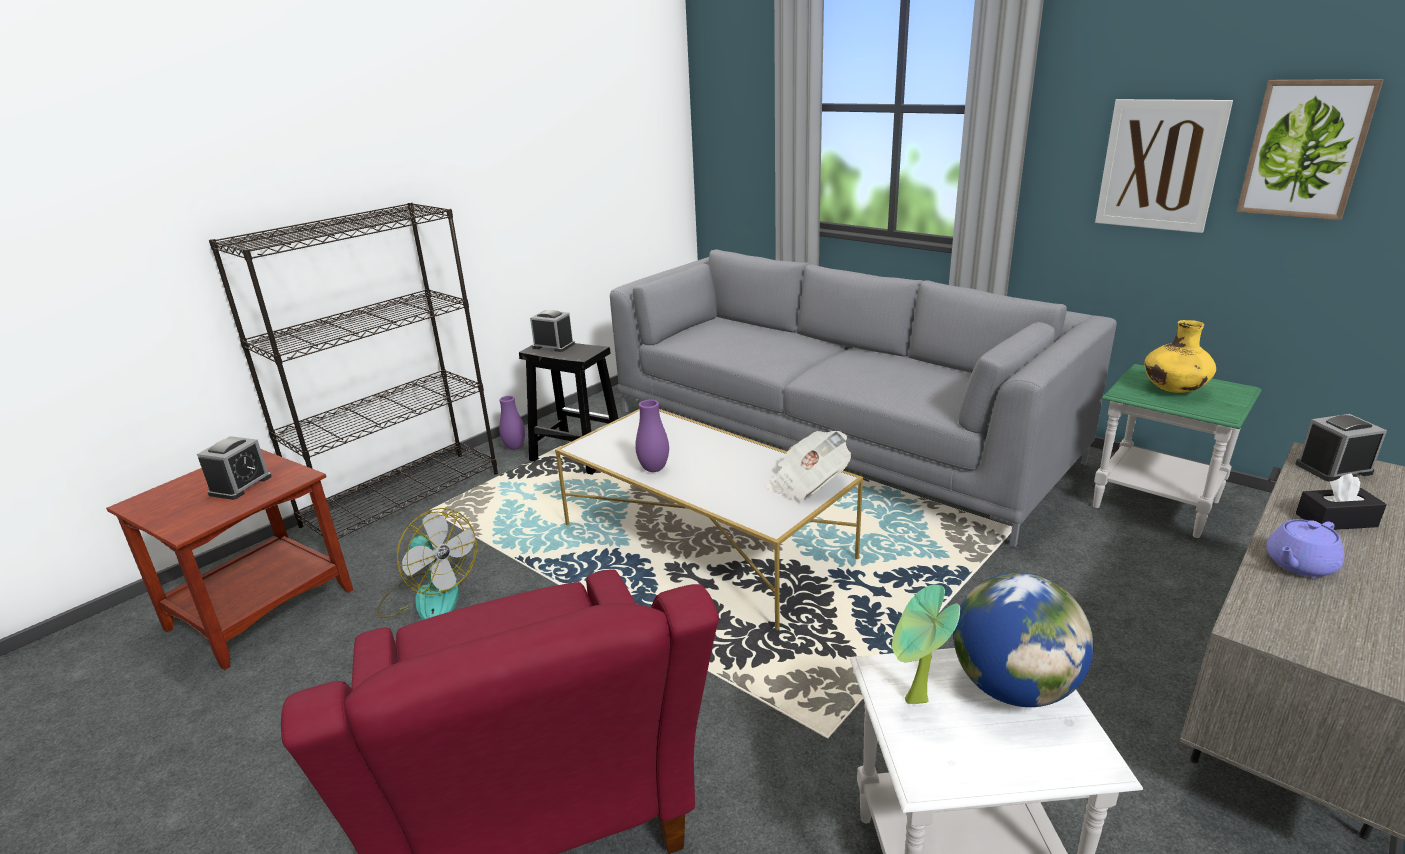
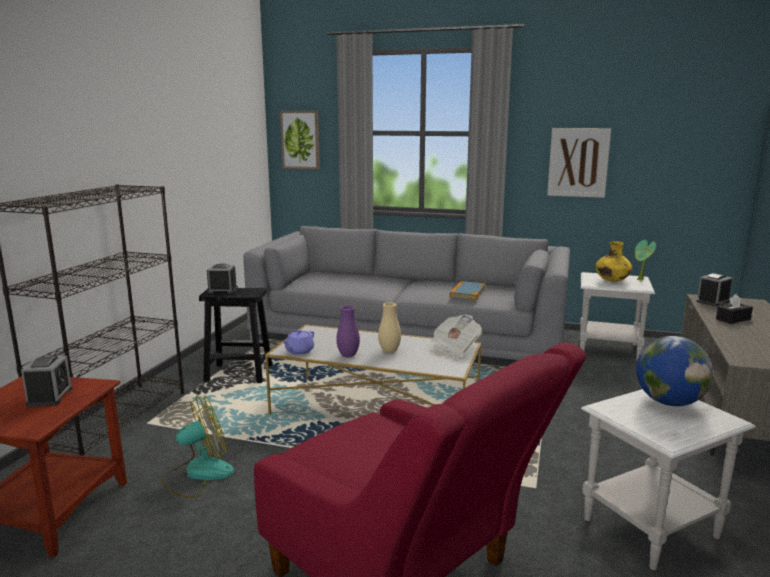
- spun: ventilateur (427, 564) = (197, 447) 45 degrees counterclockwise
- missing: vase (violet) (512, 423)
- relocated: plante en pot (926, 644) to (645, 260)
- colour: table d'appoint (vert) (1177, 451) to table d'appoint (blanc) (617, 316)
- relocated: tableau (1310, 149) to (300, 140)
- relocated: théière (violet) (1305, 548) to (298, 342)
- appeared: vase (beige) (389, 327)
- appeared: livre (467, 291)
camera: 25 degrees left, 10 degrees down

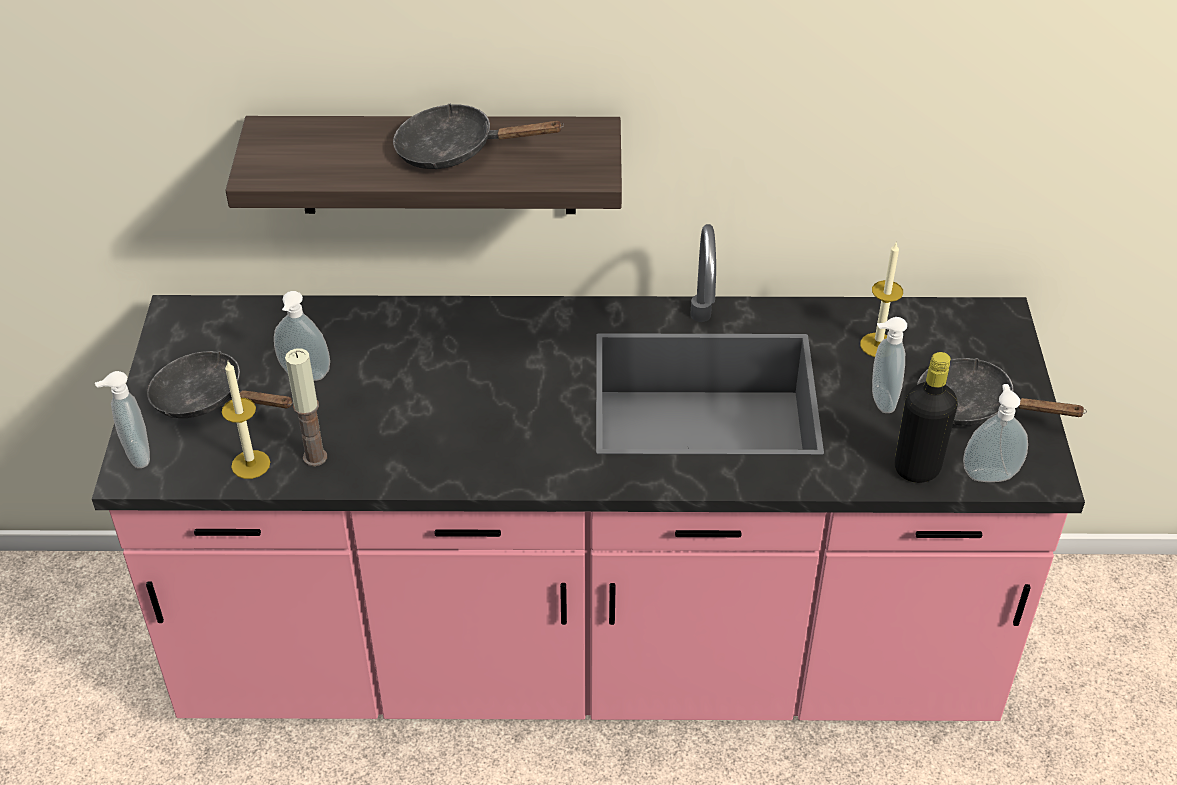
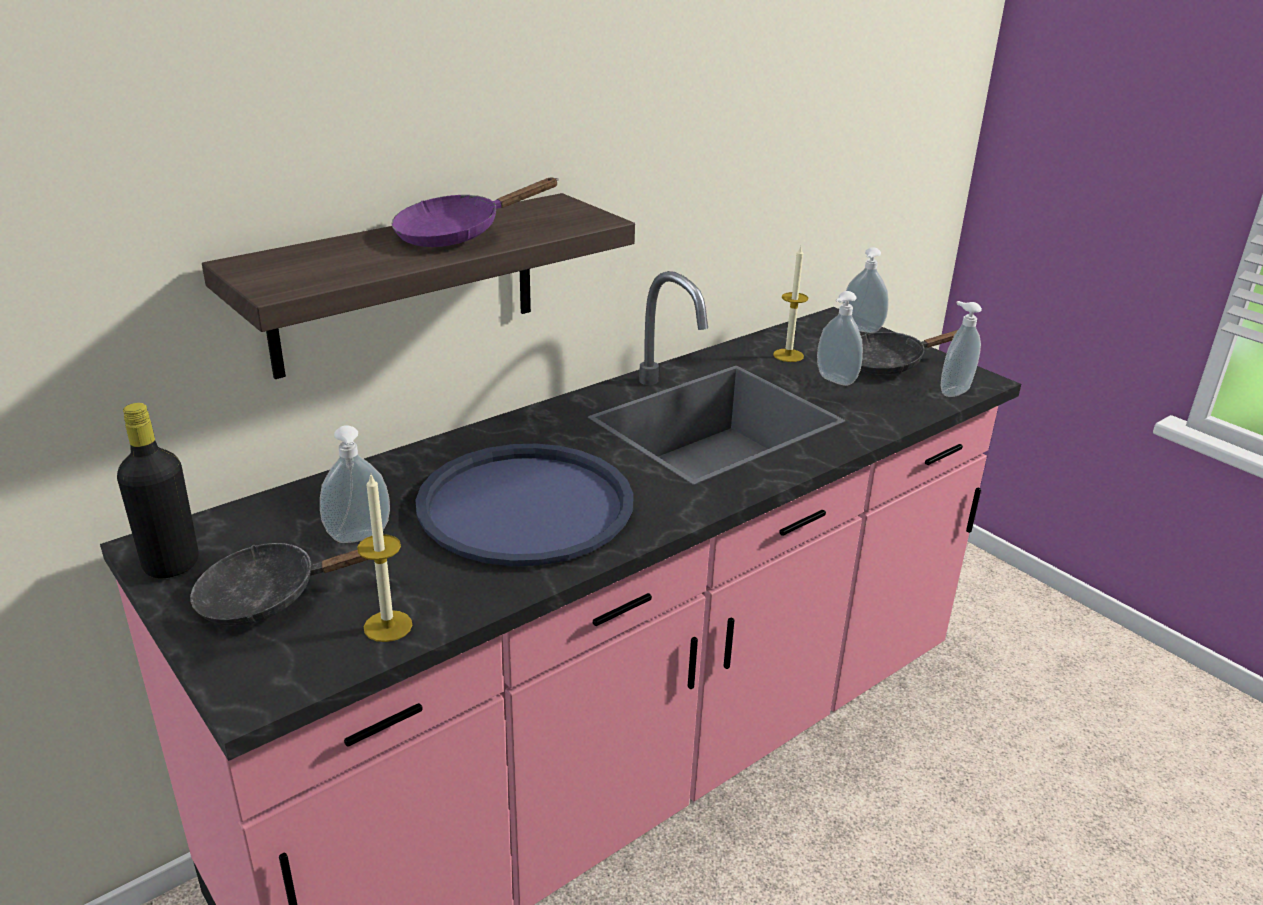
- relocated: distributeur de savon (122, 419) to (865, 290)
- missing: bougie (306, 407)
- colour: poêle (noir) (478, 136) to poêle (violet) (475, 212)
- relocated: bouteille (noir) (926, 417) to (157, 490)
- appeared: plateau (bleu) (524, 505)
camera: 40 degrees left, 15 degrees down

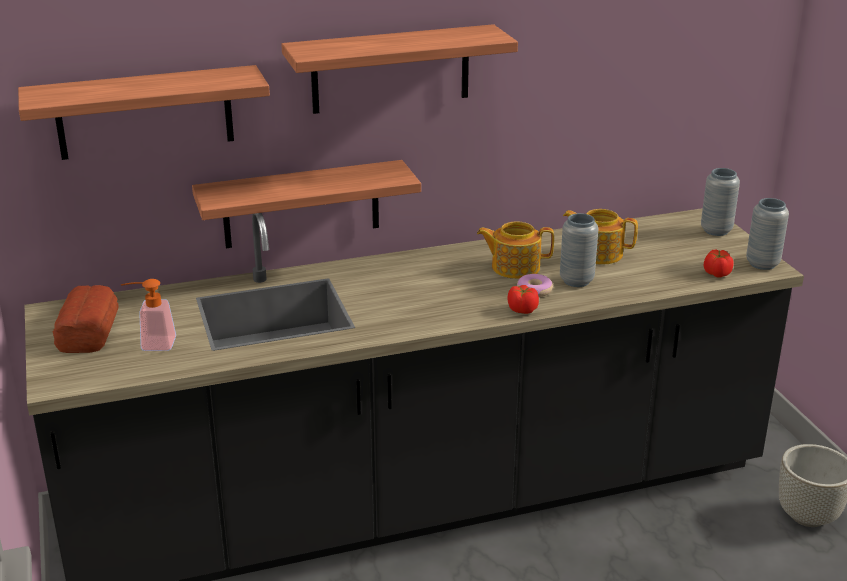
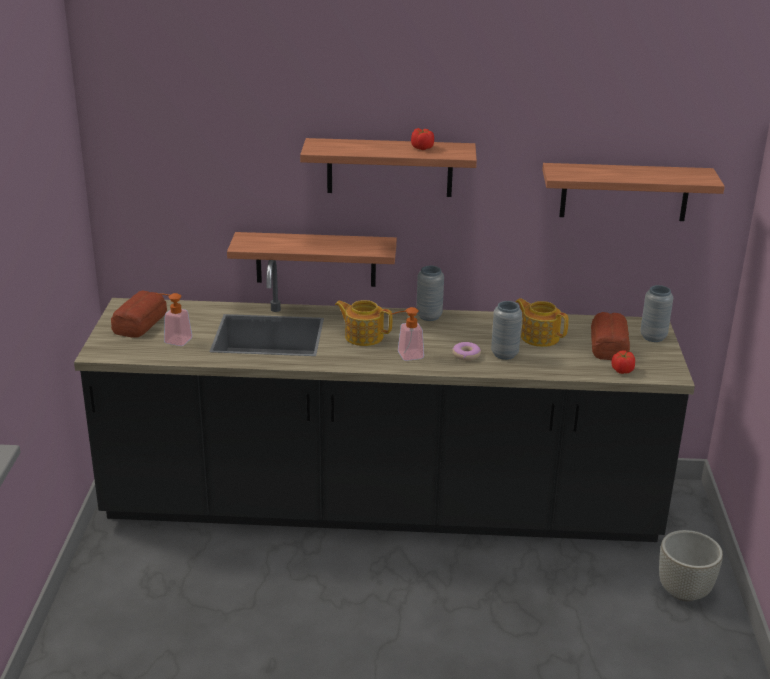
- relocated: étagère (144, 112) to (633, 192)
- relocated: théière (515, 250) to (363, 323)
- relocated: tomate (523, 299) to (422, 139)
- relocated: vase (gris) (767, 234) to (430, 293)
- appeared: distributeur de savon (407, 334)
- appeared: pain (610, 336)
camera: 20 degrees right, 0 degrees up

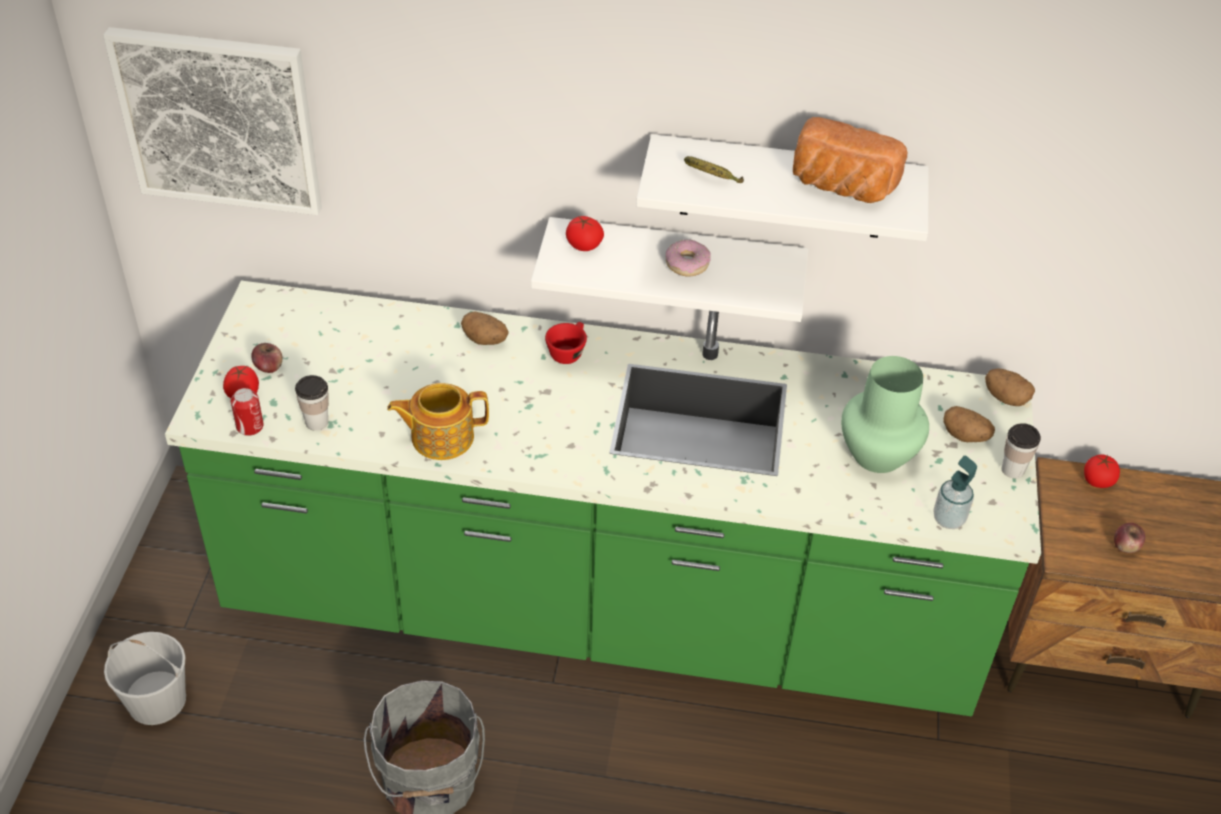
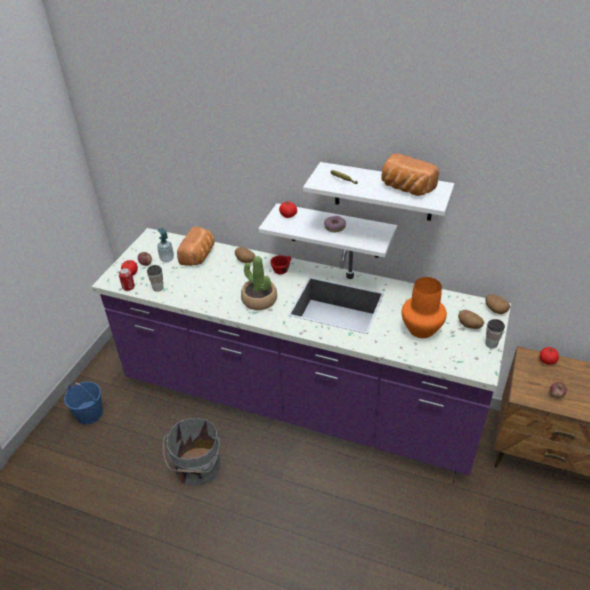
- missing: tableau (212, 121)
- colour: seau (blanc) (145, 678) to seau (bleu) (83, 403)
- colour: comptoir de cuisine (vert) (603, 498) to comptoir de cuisine (violet) (301, 351)
- missing: théière (438, 421)
- colour: vase (vert) (885, 414) to vase (orange) (424, 307)
- relocated: distributeur de savon (955, 492) to (165, 244)
- appeared: pain (195, 246)
- appeared: plante en pot (259, 283)
camera: 15 degrees right, 5 degrees down

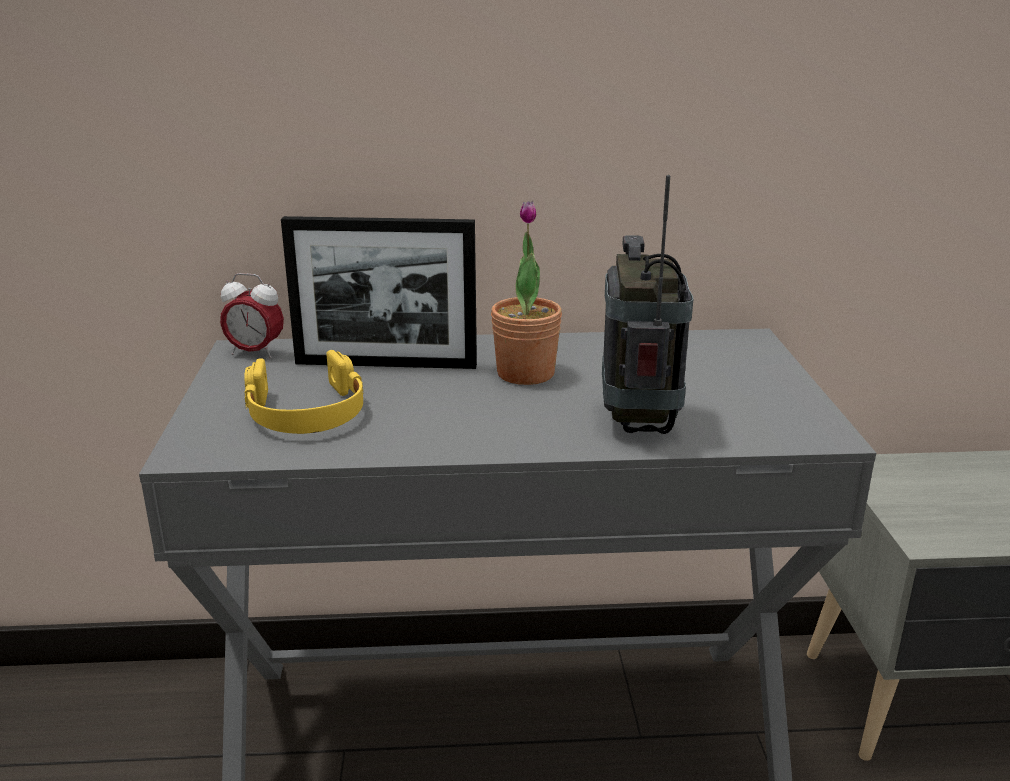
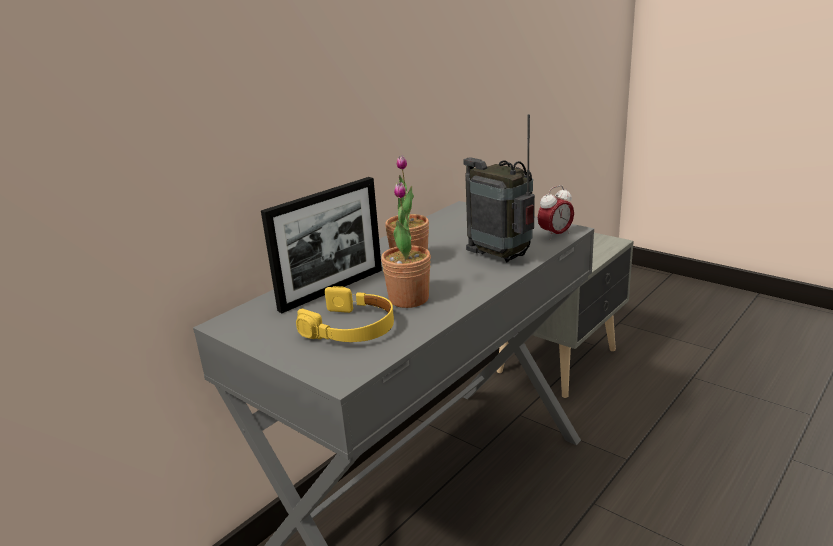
- relocated: réveil (252, 316) to (556, 212)
- appeared: plante en pot (406, 245)
camera: 45 degrees left, 0 degrees up

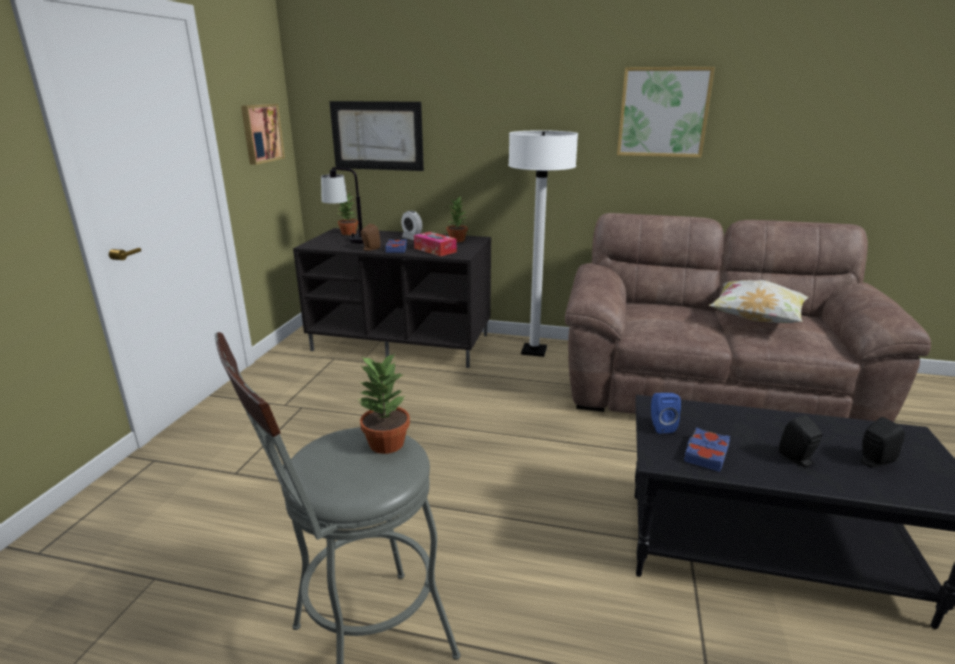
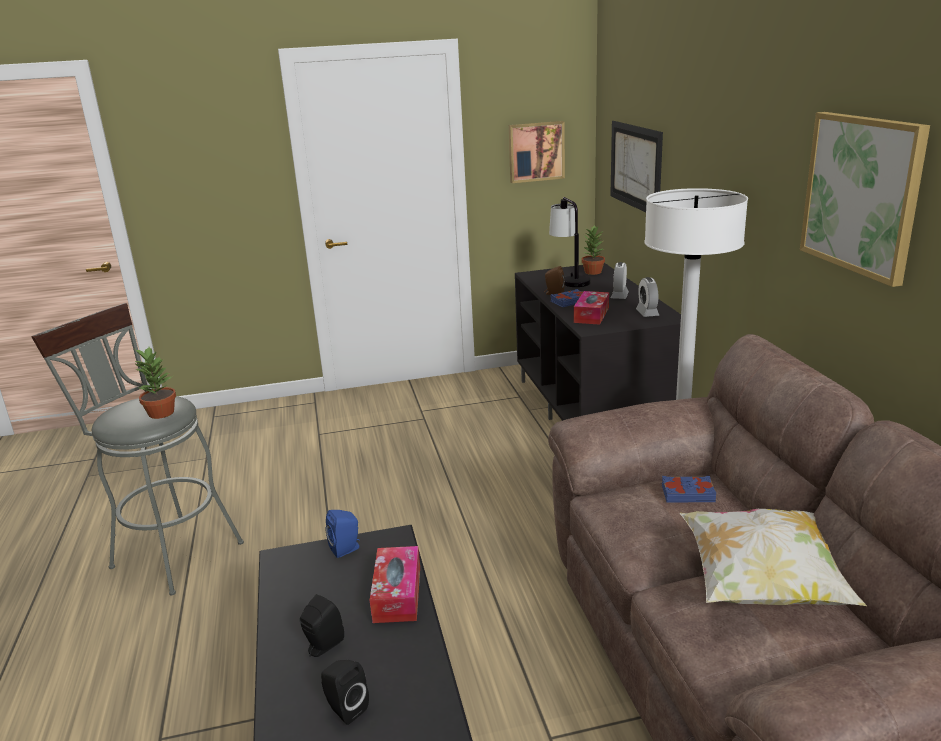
- exchanged: plante en pot (457, 219) to réveil (647, 297)
- relocated: livre (bleu) (707, 450) to (689, 489)
- appeared: boîte à mouchoirs (395, 584)
camera: 65 degrees right, 0 degrees up

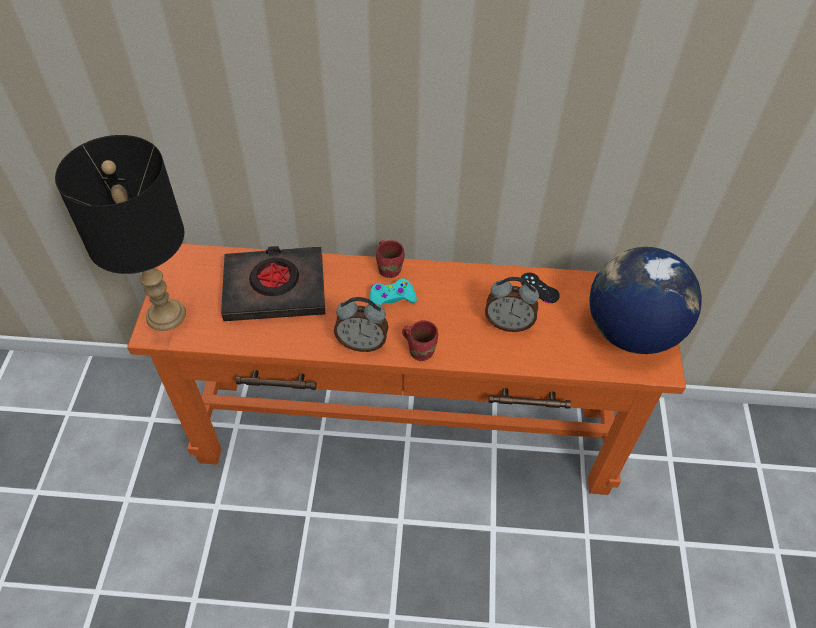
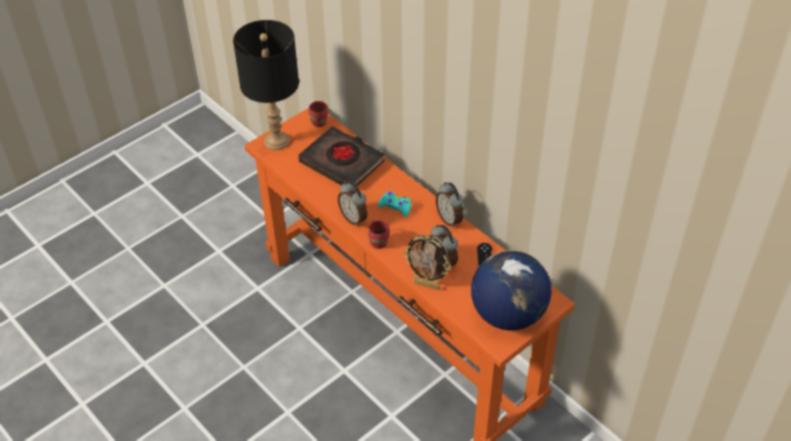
- relocated: mug (rouge) (390, 259) to (318, 114)
- appeared: cadre photo (427, 262)
- appeared: réveil (450, 205)
camera: 45 degrees right, 5 degrees down

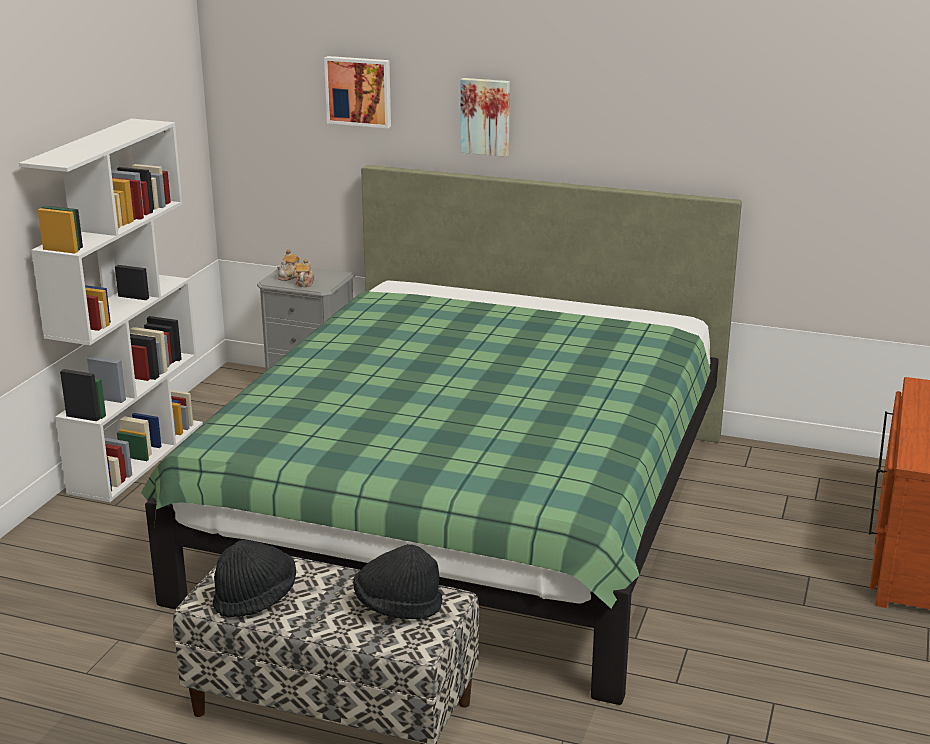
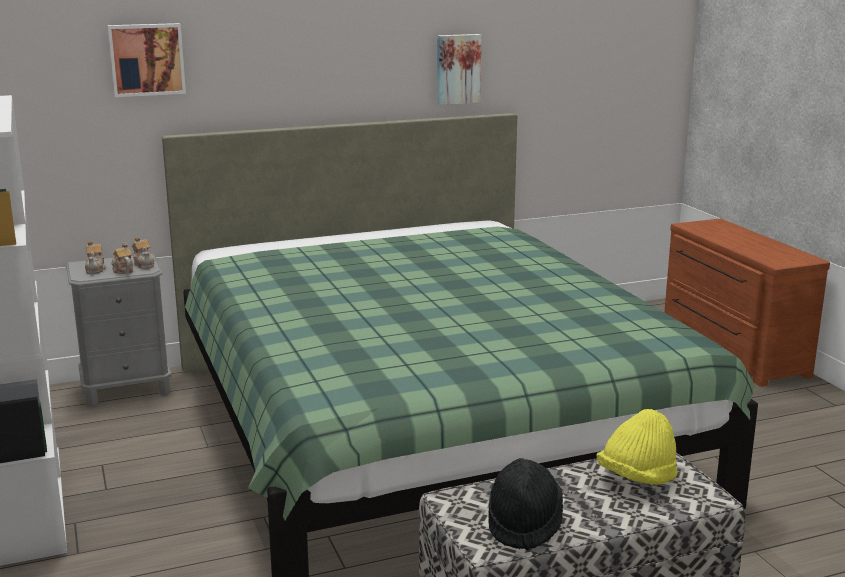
- colour: chapeau (noir) (397, 581) to chapeau (jaune) (637, 447)
- relocated: tableau (485, 117) to (459, 69)
- appeared: théière (143, 252)
camera: 40 degrees left, 5 degrees down

